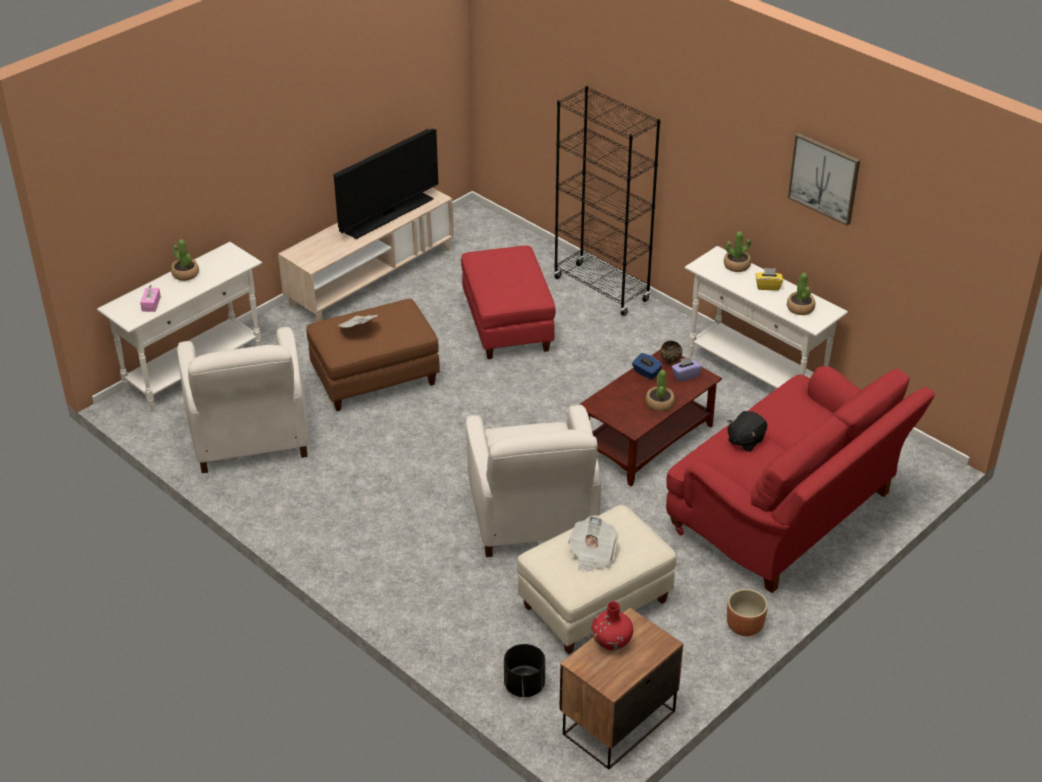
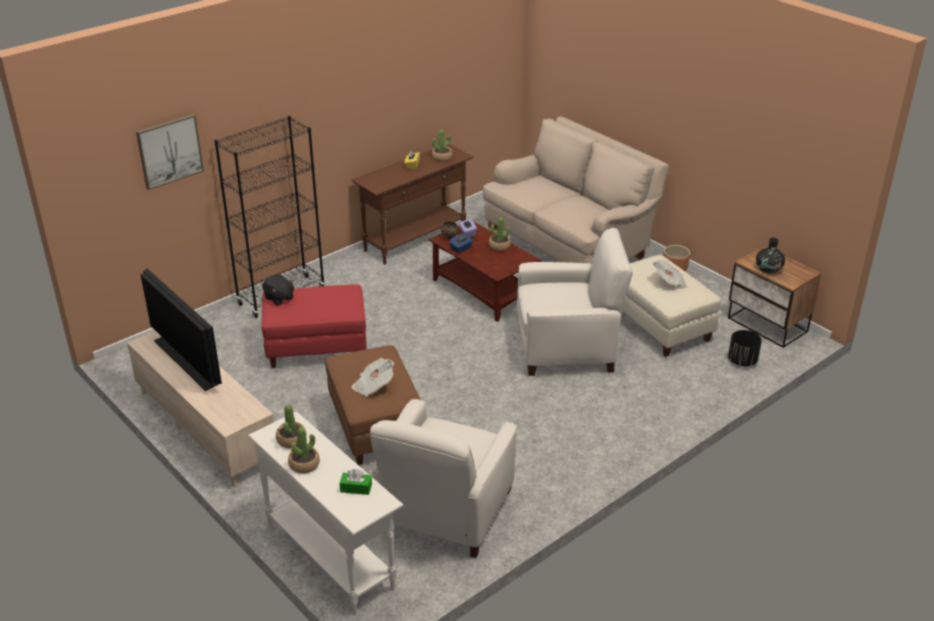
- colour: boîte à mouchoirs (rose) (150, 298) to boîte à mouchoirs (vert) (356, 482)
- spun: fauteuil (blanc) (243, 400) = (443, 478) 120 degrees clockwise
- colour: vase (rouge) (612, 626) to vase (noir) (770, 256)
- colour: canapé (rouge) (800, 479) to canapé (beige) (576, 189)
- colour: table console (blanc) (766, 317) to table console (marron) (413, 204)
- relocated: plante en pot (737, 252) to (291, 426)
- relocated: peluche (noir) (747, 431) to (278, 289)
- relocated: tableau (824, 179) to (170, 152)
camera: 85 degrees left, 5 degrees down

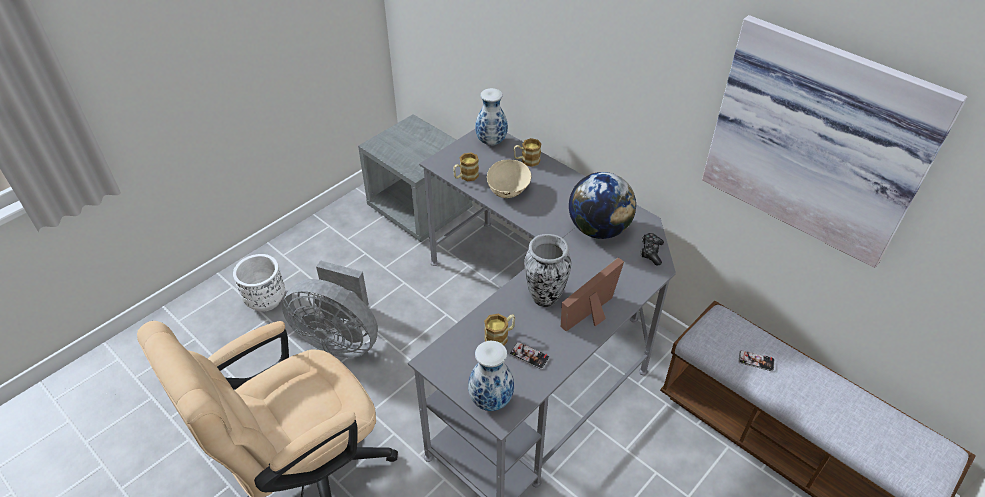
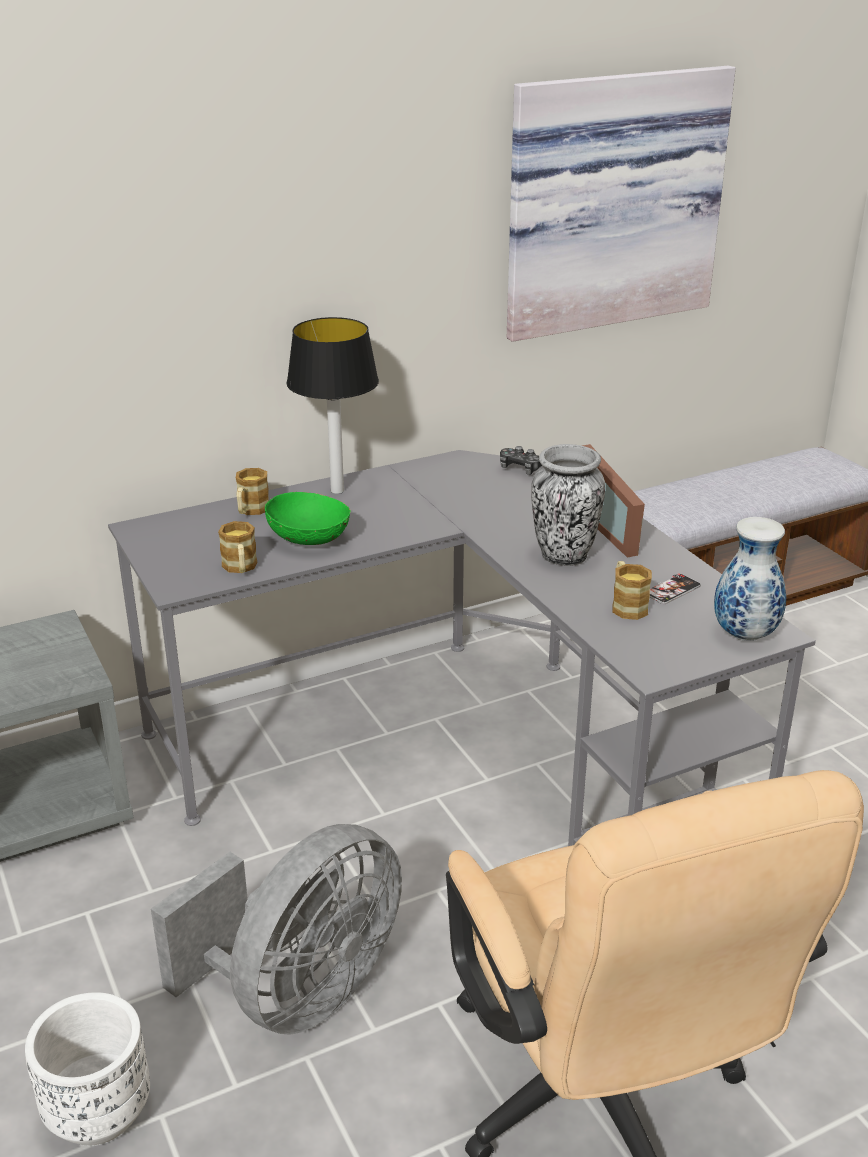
- missing: vase (492, 117)
- colour: bol (beige) (509, 178) to bol (vert) (308, 518)
- missing: globe (602, 205)
- missing: téléphone (756, 360)
- appeared: lampe de table (332, 405)
camera: 70 degrees left, 15 degrees down

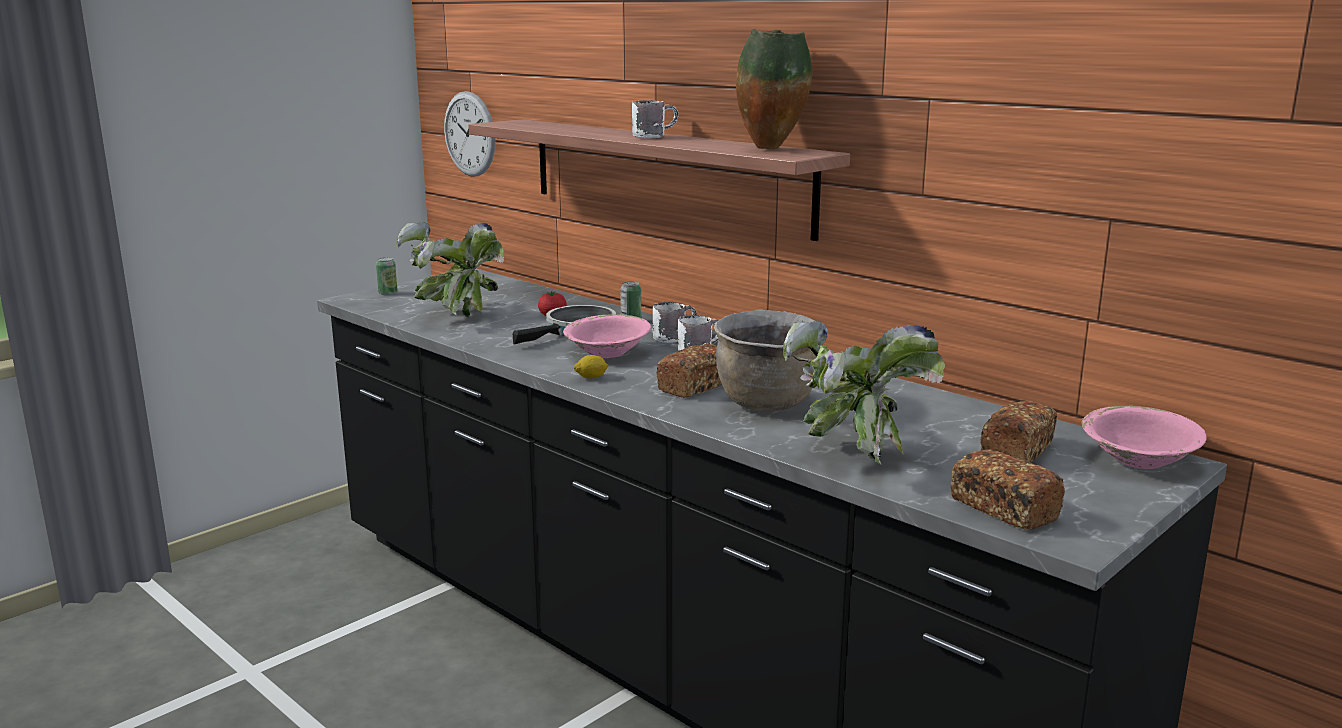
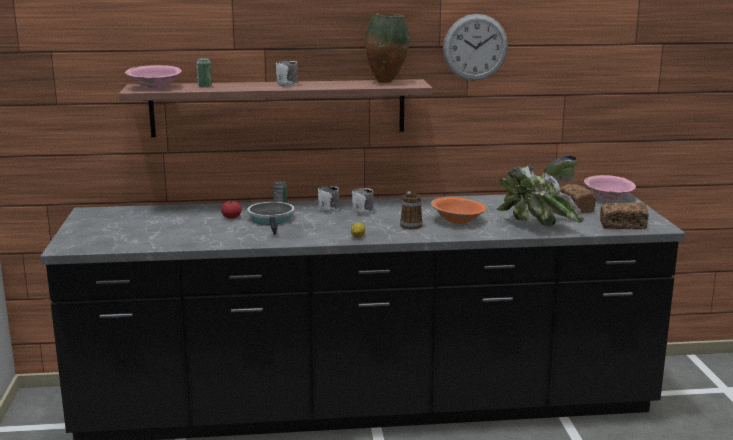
- relocated: boîte métallique (387, 276) to (204, 72)
- missing: plante en pot (450, 270)
- relocated: horloge murale (470, 134) to (475, 47)
- relocated: bol (rose) (607, 336) to (153, 77)
- exchanged: pain (689, 371) to mug (411, 211)
- exchanged: marmite (marron) (765, 361) to bol (orange) (458, 210)
camera: 50 degrees left, 0 degrees up

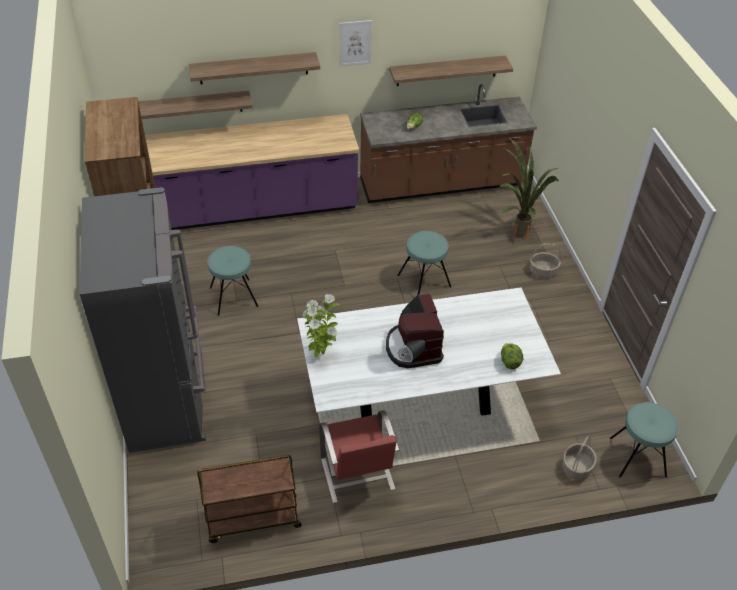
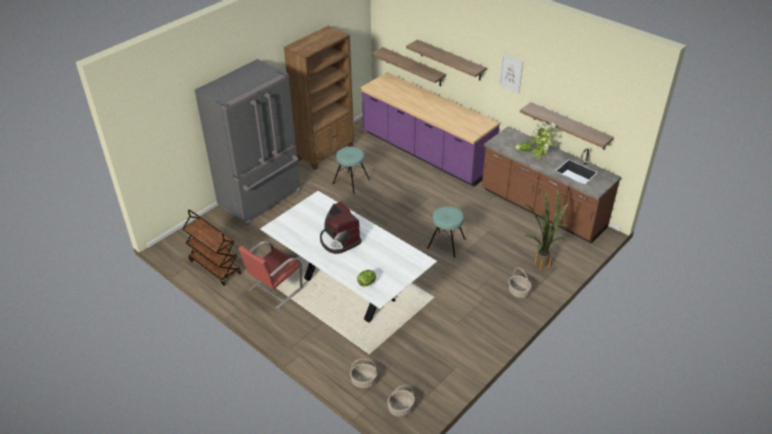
- relocated: plante en pot (320, 325) to (543, 141)
- spun: machine à café (415, 331) = (340, 228) 75 degrees counterclockwise
- exchanged: tabouret (turquoise) (644, 440) to panier (401, 401)
camera: 55 degrees right, 5 degrees down

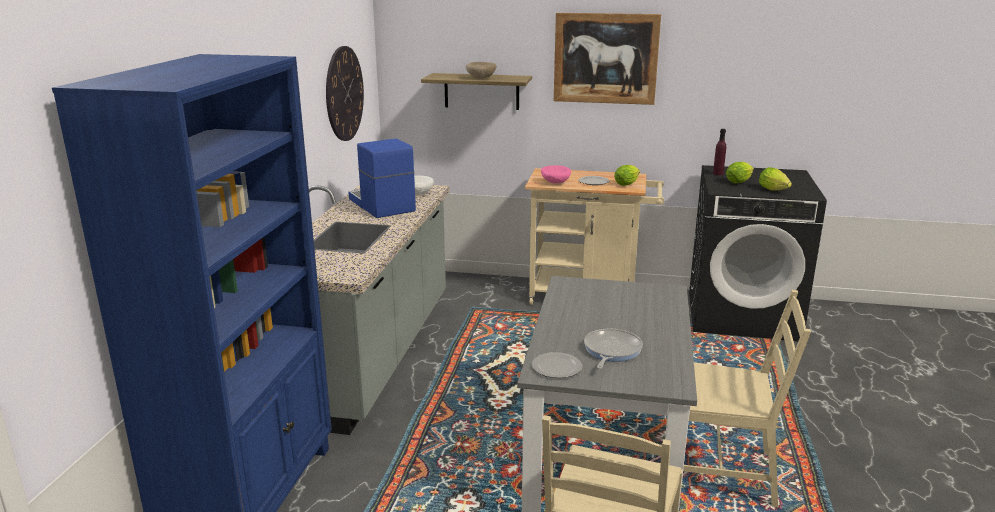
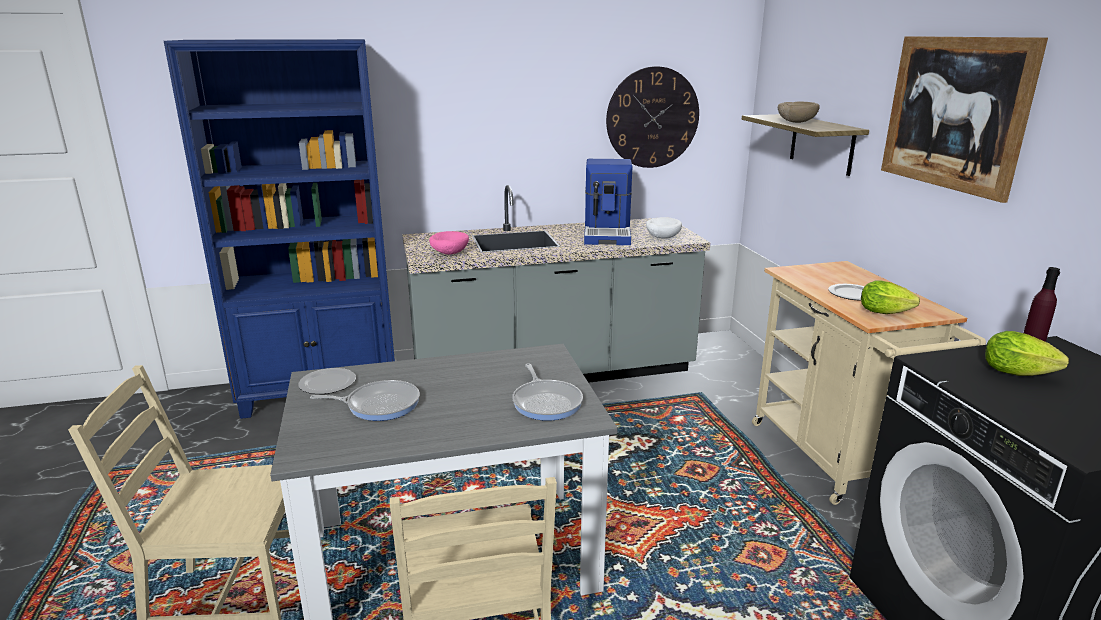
- spun: machine à café (382, 178) = (608, 202) 150 degrees clockwise
- relocated: bol (rose) (556, 174) to (449, 243)
- missing: laitue (775, 179)
- appeared: poêle (547, 392)
camera: 65 degrees right, 0 degrees up

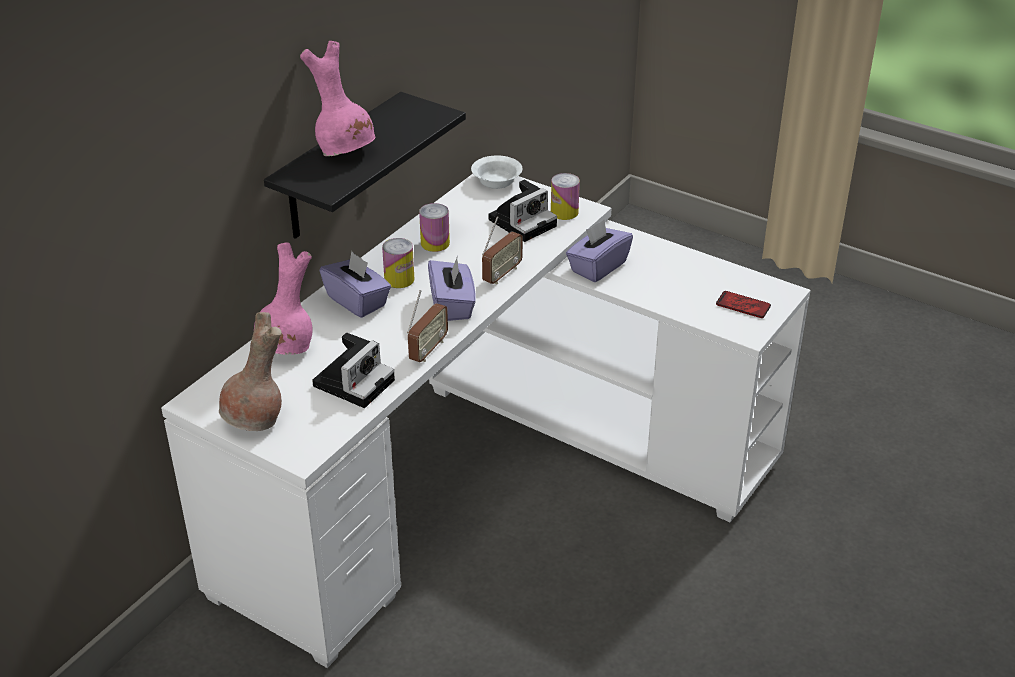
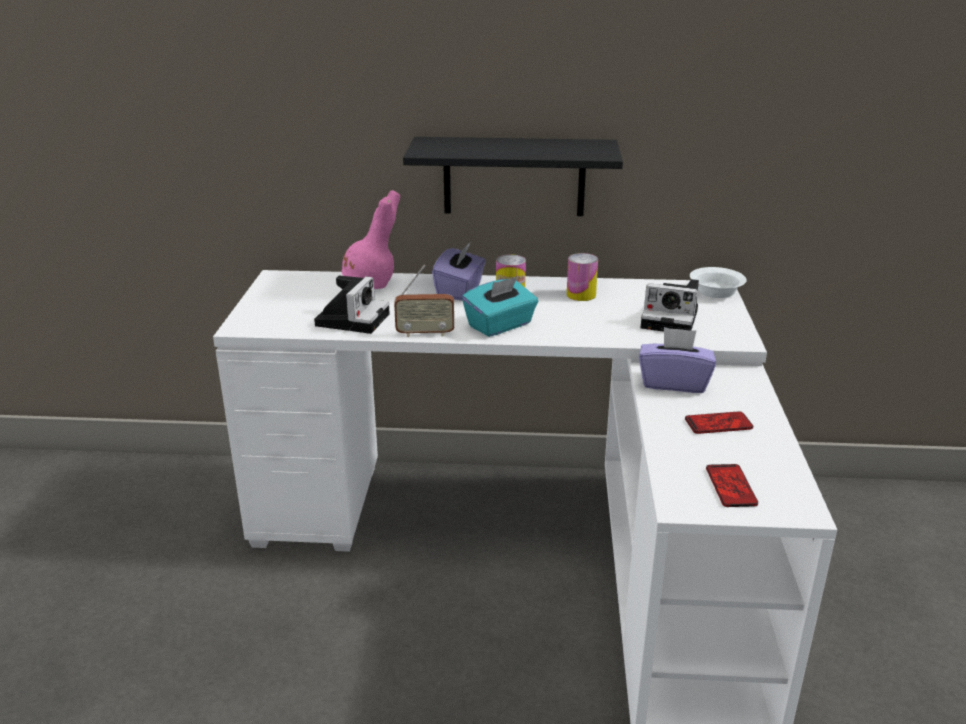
- missing: vase (marron) (250, 371)
- missing: vase (rose) (337, 98)
- spun: appareil photo (353, 370) = (351, 305) 75 degrees counterclockwise
- colour: boîte à mouchoirs (violet) (452, 288) to boîte à mouchoirs (turquoise) (500, 307)
- missing: radio (502, 250)
- missing: boîte métallique (565, 196)
- appeared: téléphone (719, 422)
camera: 60 degrees right, 10 degrees down

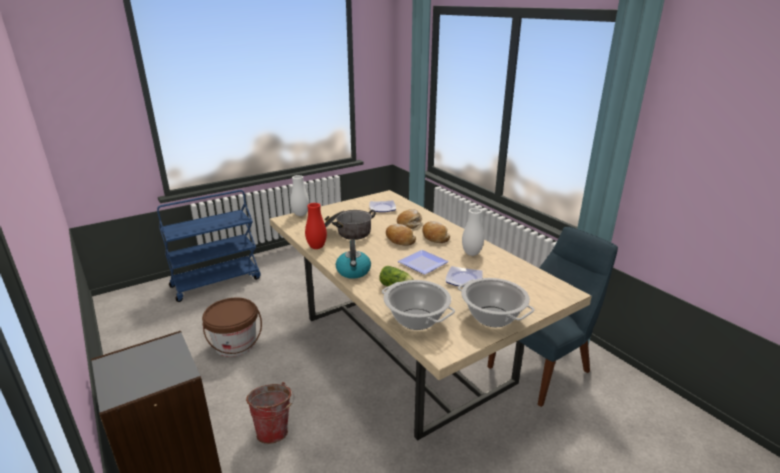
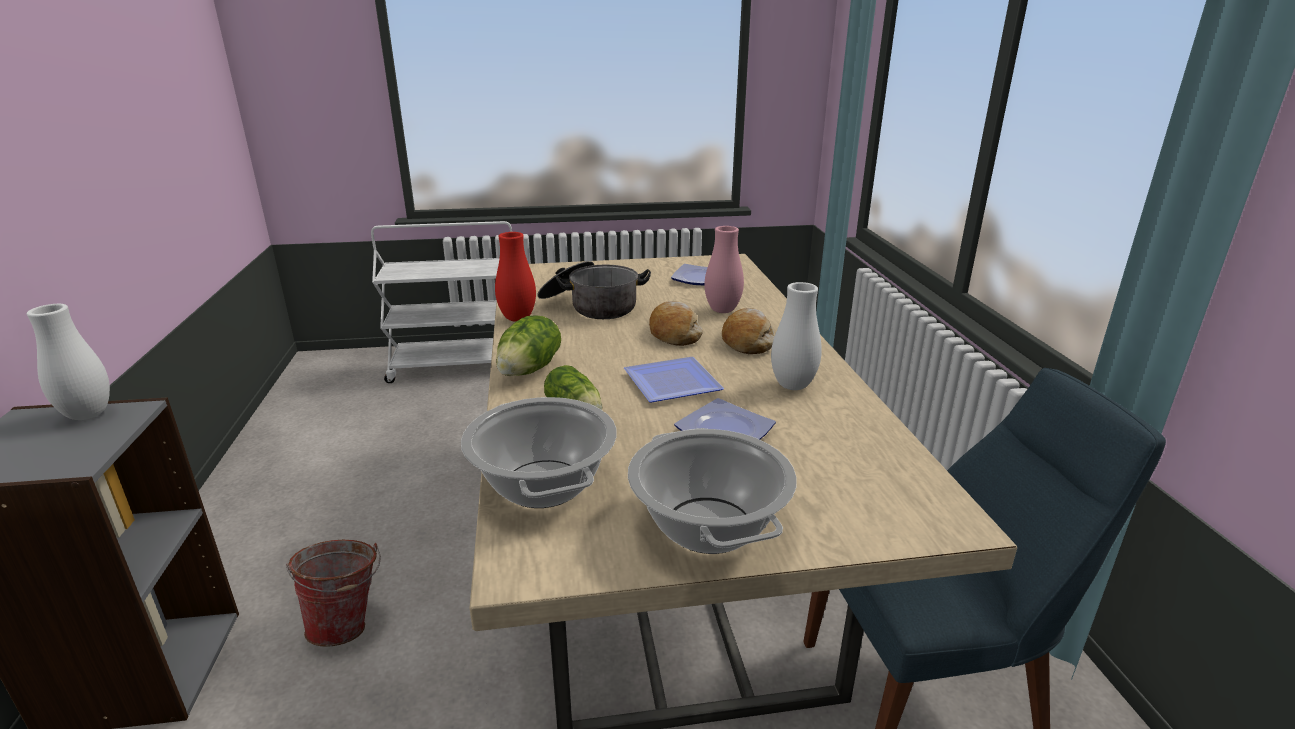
- colour: chariot (bleu) (209, 246) to chariot (blanc) (441, 302)
- missing: seau (marron) (232, 327)
- relocated: vase (blanc) (299, 195) to (68, 362)
- exchanged: bouilloire (353, 259) to laitue (528, 345)
- exchanged: pain (409, 219) to vase (rose) (724, 269)
camera: 25 degrees right, 0 degrees up

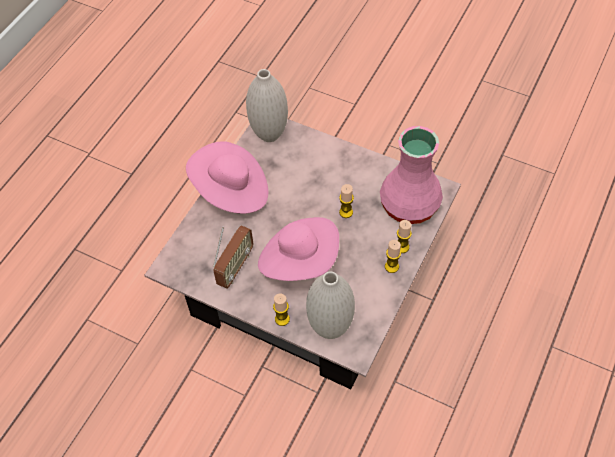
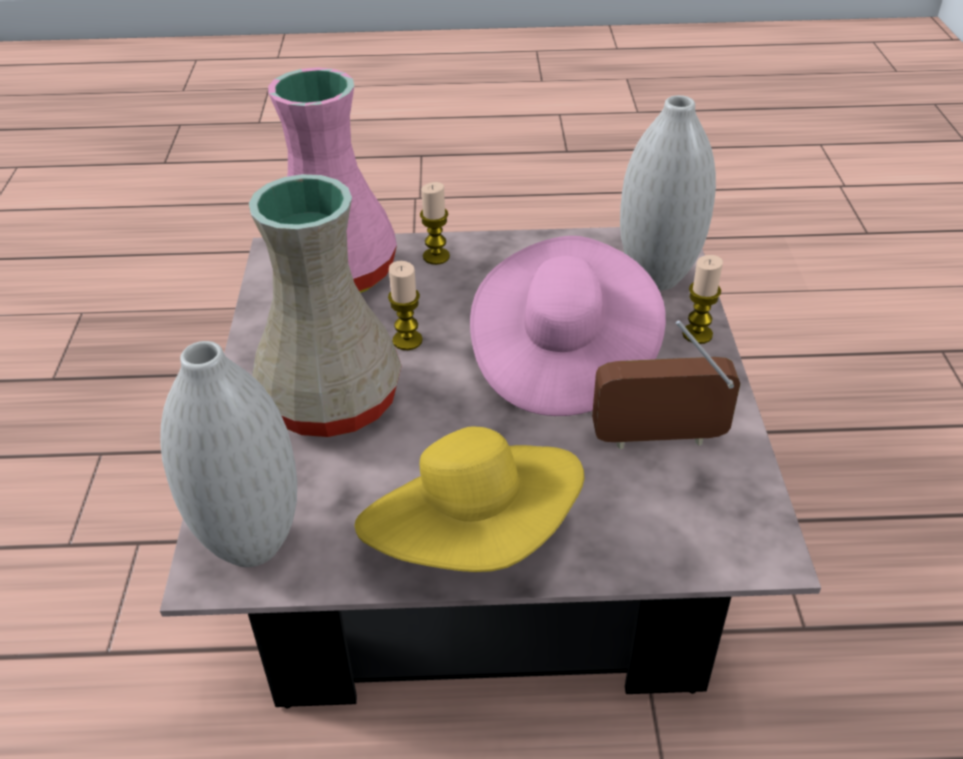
- colour: chapeau (rose) (227, 177) to chapeau (jaune) (470, 499)
- missing: bougie (393, 256)
- appeared: vase (beige) (325, 305)
camera: 120 degrees left, 15 degrees down

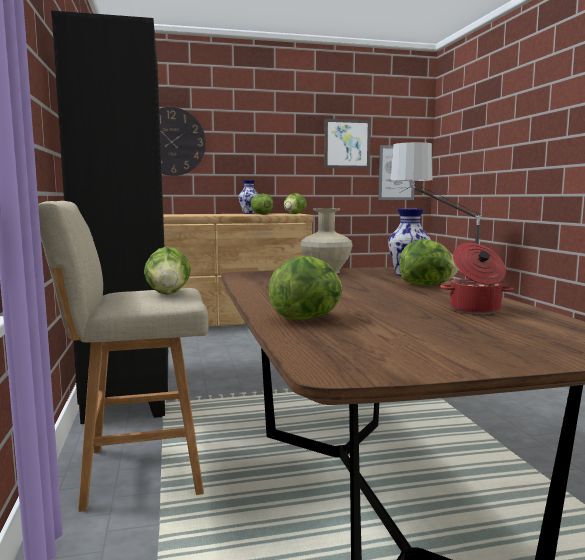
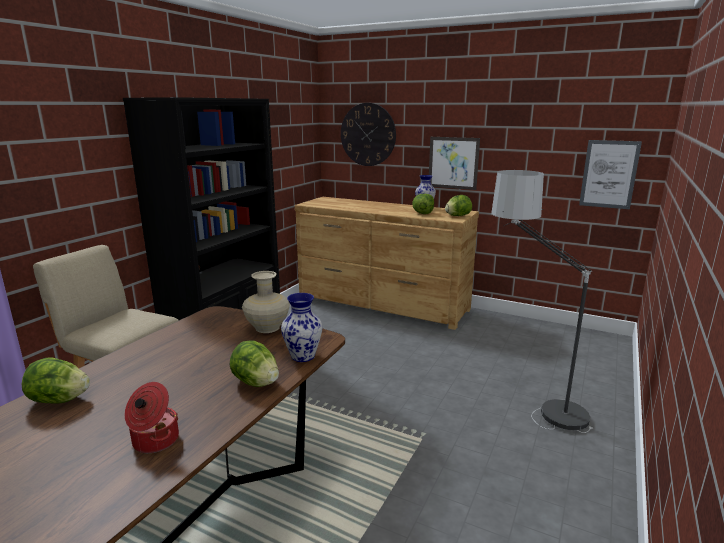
- missing: laitue (167, 270)
- relocated: tableau (347, 144) to (454, 163)
camera: 40 degrees right, 10 degrees up

